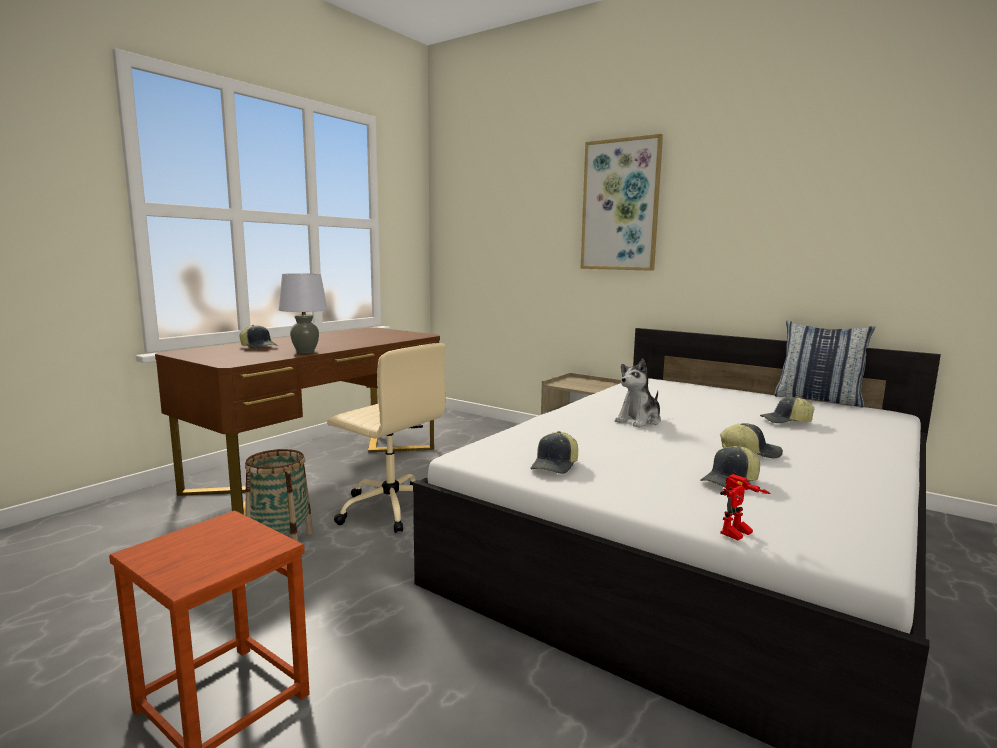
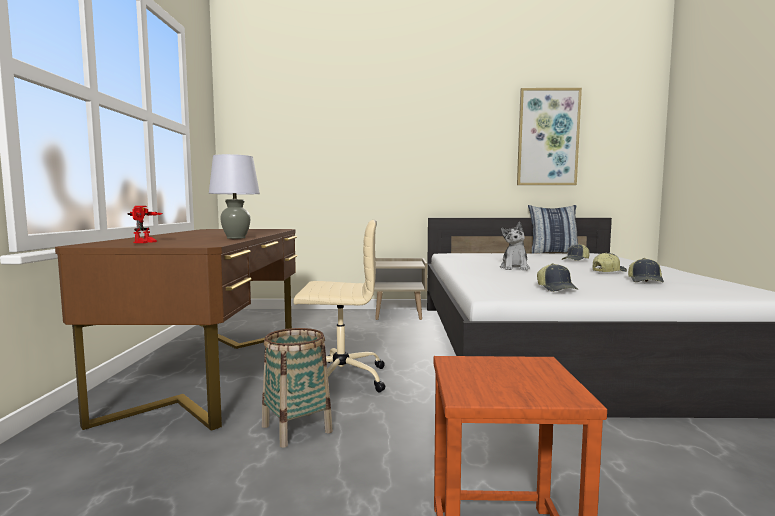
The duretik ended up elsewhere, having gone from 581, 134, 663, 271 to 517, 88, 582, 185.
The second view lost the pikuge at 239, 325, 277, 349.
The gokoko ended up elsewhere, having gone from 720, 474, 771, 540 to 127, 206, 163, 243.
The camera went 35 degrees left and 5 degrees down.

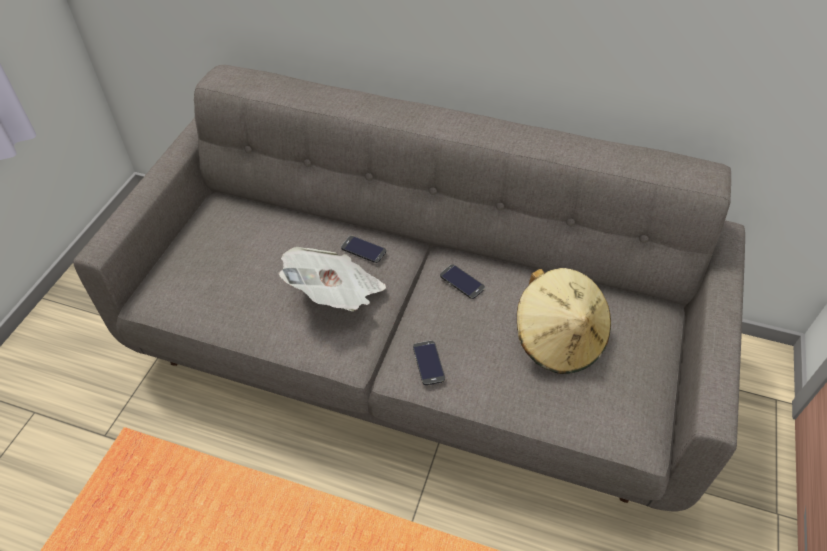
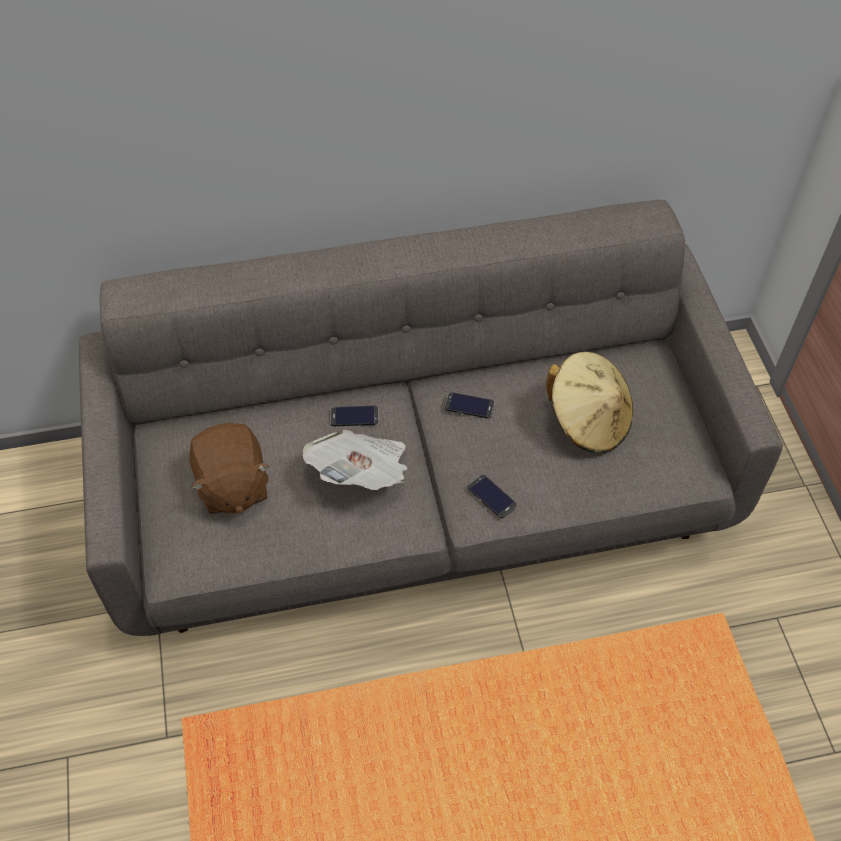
The second view gained the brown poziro at 189, 423, 270, 514.
The camera went 30 degrees left and 5 degrees up.

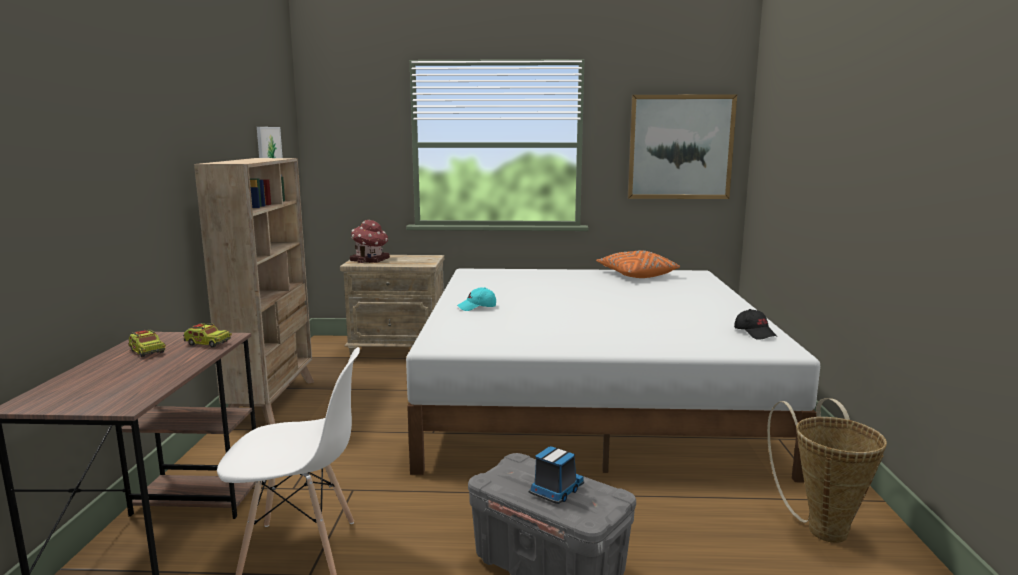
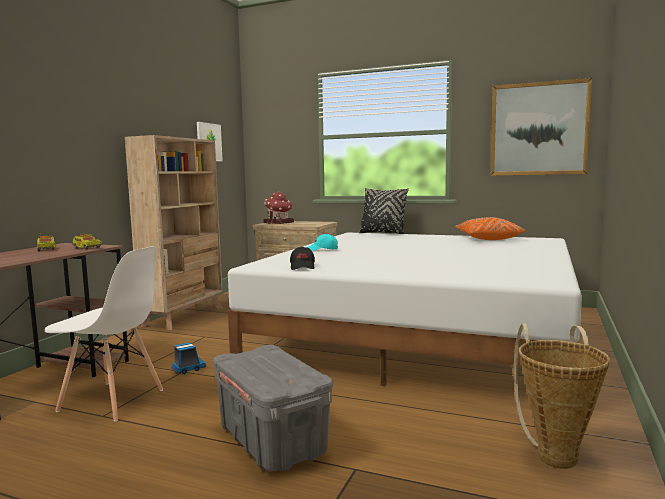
The black pikuge ended up elsewhere, having gone from 734, 309, 777, 340 to 290, 246, 315, 270.
The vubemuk ended up elsewhere, having gone from 529, 446, 584, 504 to 171, 343, 206, 374.
The second view gained the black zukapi at 359, 188, 409, 234.
The camera went 20 degrees right and 5 degrees down.

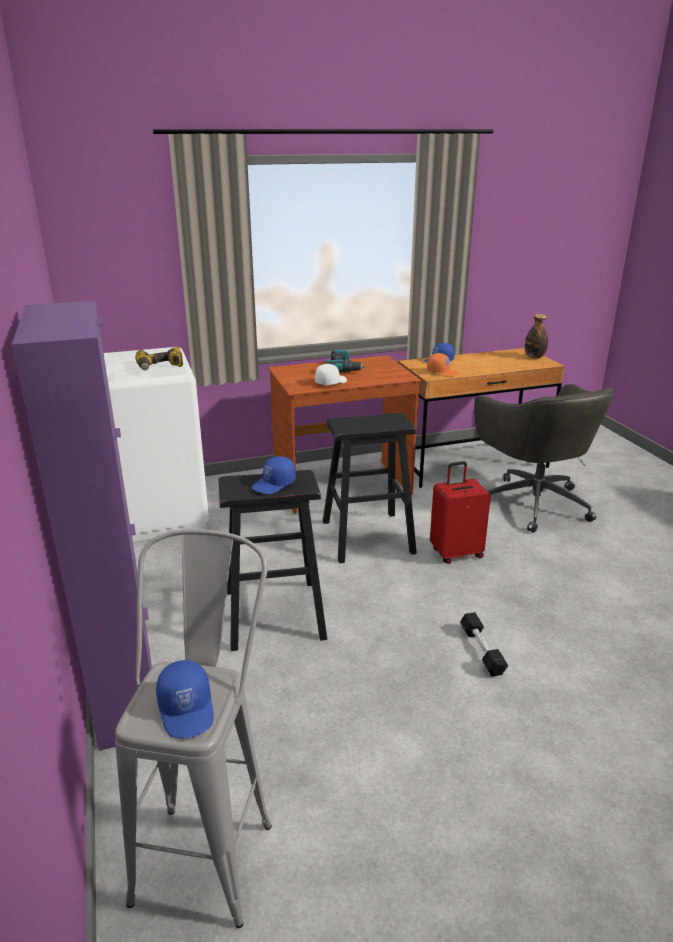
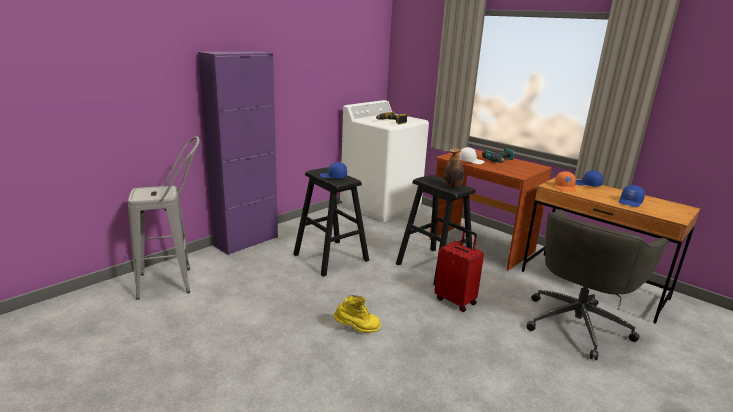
The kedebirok ended up elsewhere, having gone from 525, 314, 548, 358 to 444, 148, 464, 188.
Where the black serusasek stood at 460, 612, 508, 676, the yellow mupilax came to stand at 334, 295, 381, 333.
The blue pikuge ended up elsewhere, having gone from 156, 660, 214, 738 to 618, 185, 645, 207.
The camera went 60 degrees right and 5 degrees down.

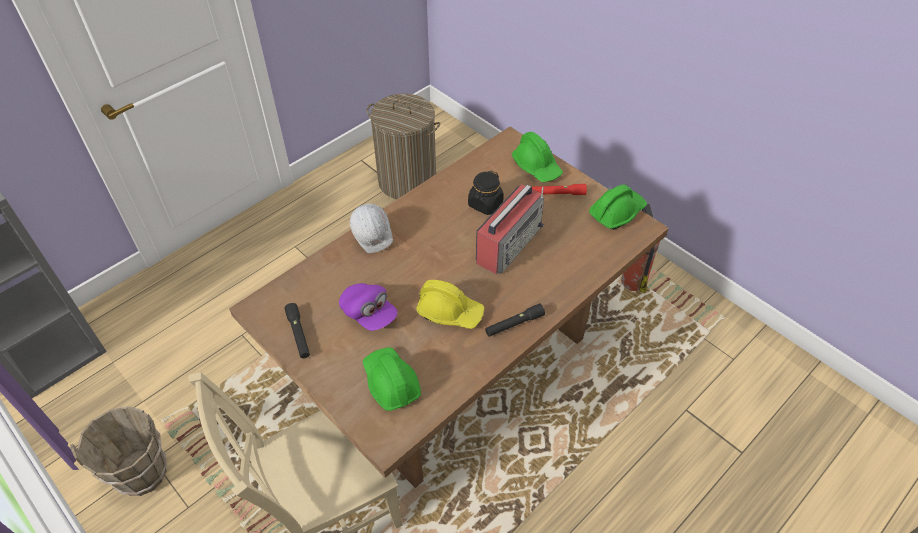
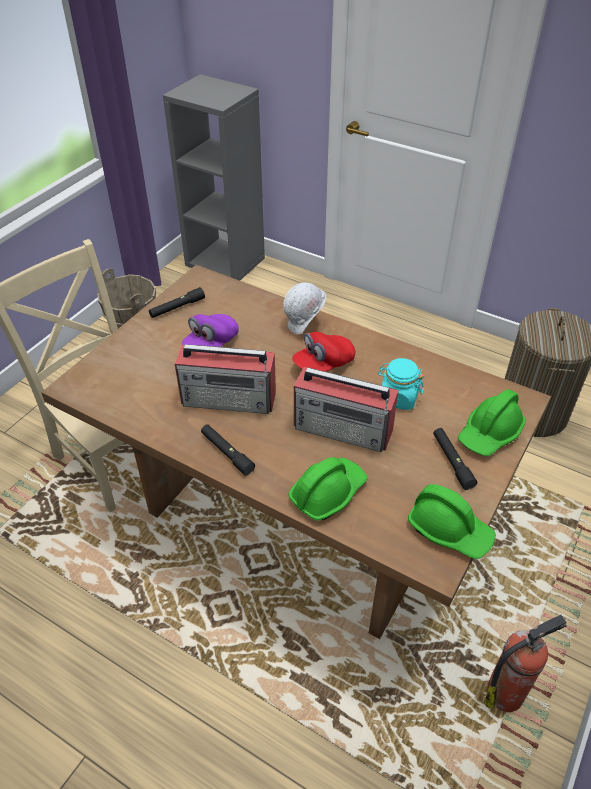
What was the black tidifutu at 468, 170, 504, 215 turned into the turquoise tidifutu at 378, 358, 424, 410.
What was the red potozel at 532, 184, 587, 195 turned into the black potozel at 433, 428, 477, 490.
Where the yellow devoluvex stood at 416, 280, 484, 329, the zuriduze came to stand at 175, 344, 276, 414.
The green devoluvex ended up elsewhere, having gone from 363, 347, 421, 411 to 288, 457, 367, 521.
The second view gained the red pikuge at 292, 332, 355, 372.
The camera went 75 degrees right and 5 degrees down.

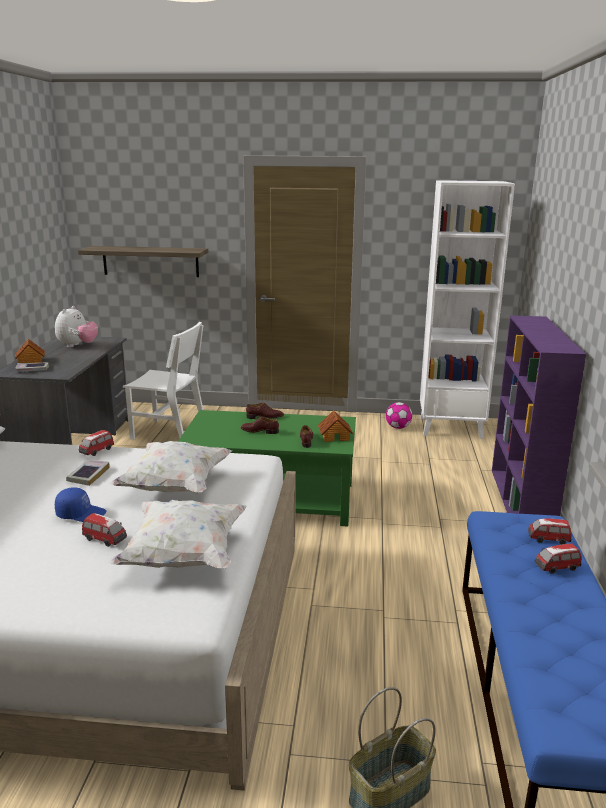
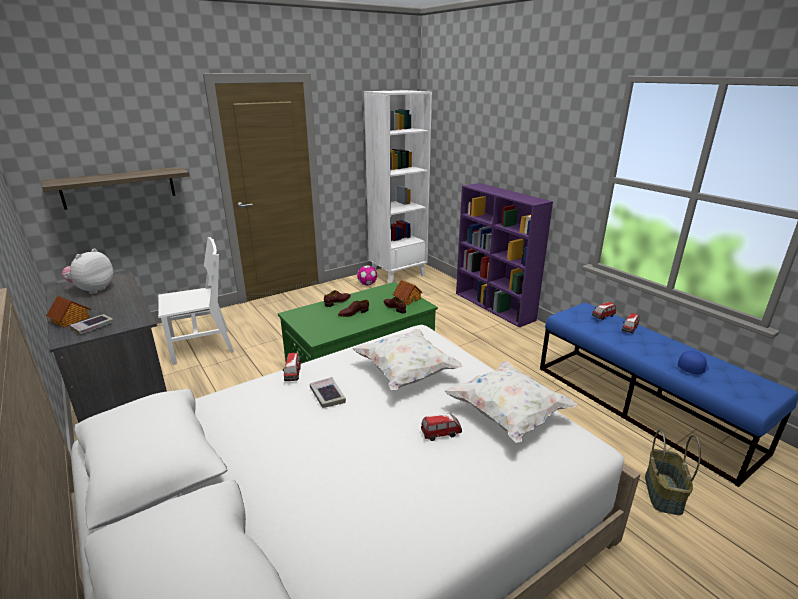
The poziro at 55, 306, 98, 348 ended up facing another way, 135 degrees counterclockwise from before.
The blue pikuge ended up elsewhere, having gone from 55, 487, 106, 522 to 678, 351, 709, 374.
The camera went 40 degrees left and 5 degrees up.

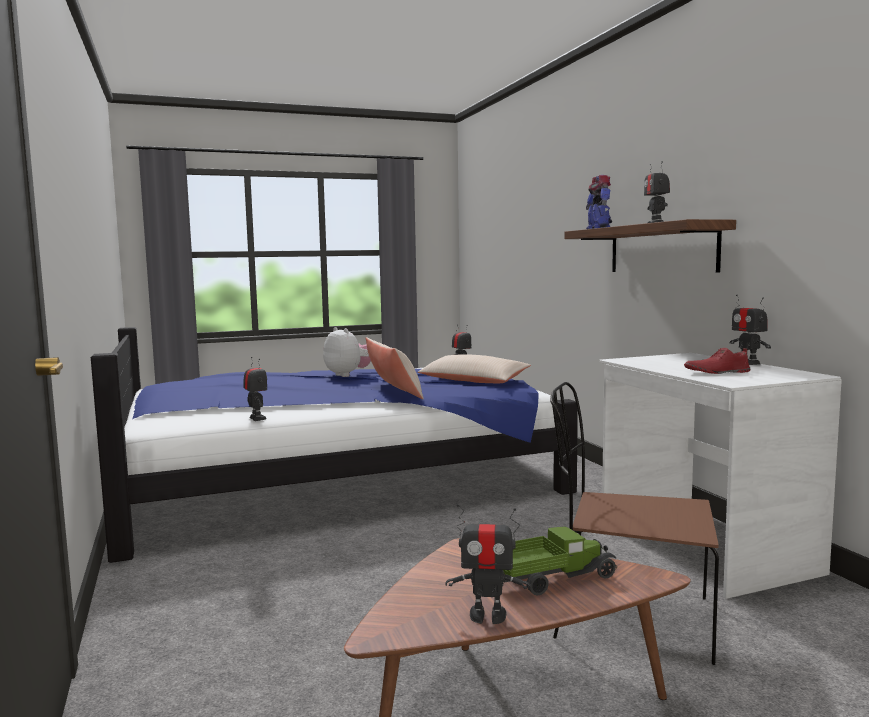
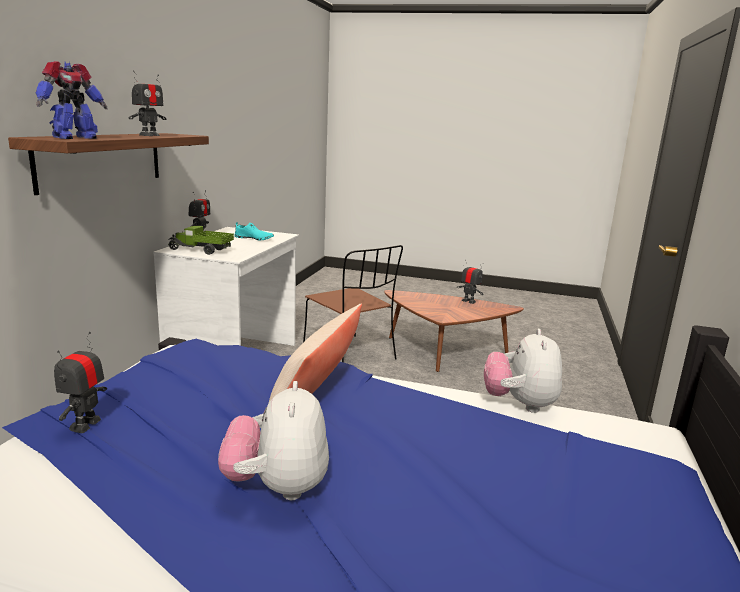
What was the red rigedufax at 684, 348, 751, 374 turned into the turquoise rigedufax at 234, 222, 274, 240.
The second view lost the beige zukapi at 418, 354, 531, 383.
Where the gokoko stood at 243, 357, 267, 421, the poziro came to stand at 484, 329, 562, 413.
The vubemuk ended up elsewhere, having gone from 504, 527, 617, 596 to 168, 226, 234, 255.
The camera went 145 degrees left and 10 degrees up.

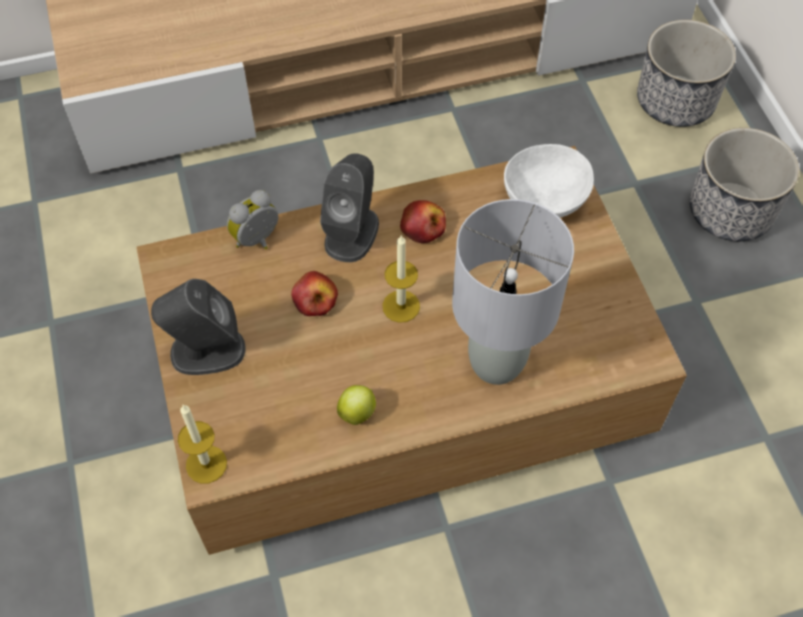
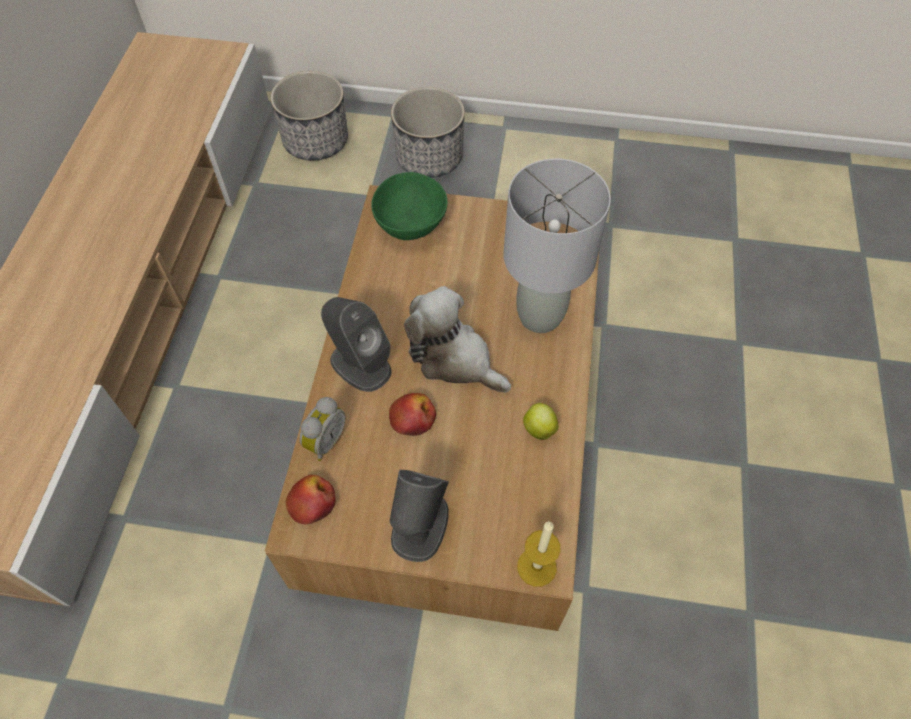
What was the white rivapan at 504, 144, 594, 218 turned into the green rivapan at 371, 172, 447, 240.
The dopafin at 227, 190, 278, 250 ended up facing another way, 135 degrees counterclockwise from before.
The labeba ended up elsewhere, having gone from 400, 200, 446, 243 to 286, 475, 336, 524.
Where the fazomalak stood at 382, 236, 420, 323, the poziro came to stand at 404, 286, 511, 393.
The camera went 65 degrees left and 0 degrees up.

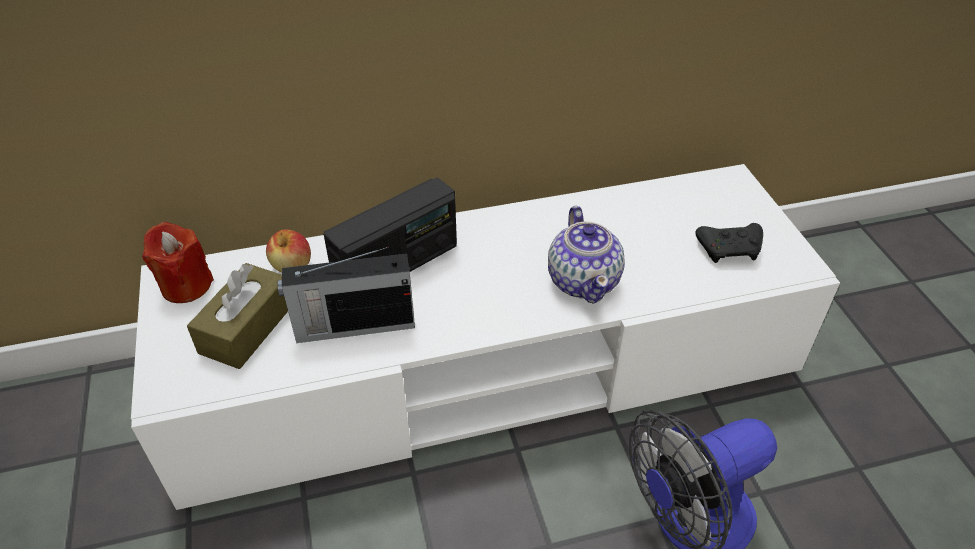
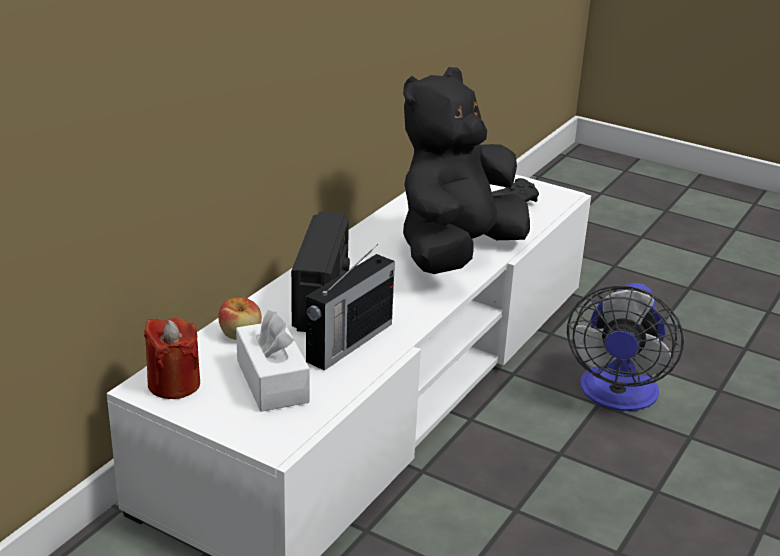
Where the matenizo stood at 548, 206, 625, 304, the black poziro came to stand at 403, 67, 530, 274.
What was the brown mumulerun at 187, 263, 288, 369 turned into the white mumulerun at 236, 310, 310, 412.
The camera went 45 degrees left and 15 degrees down.

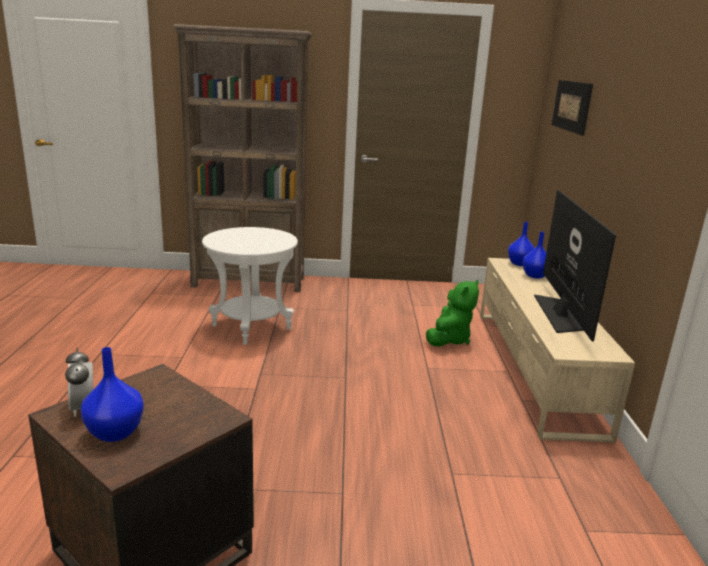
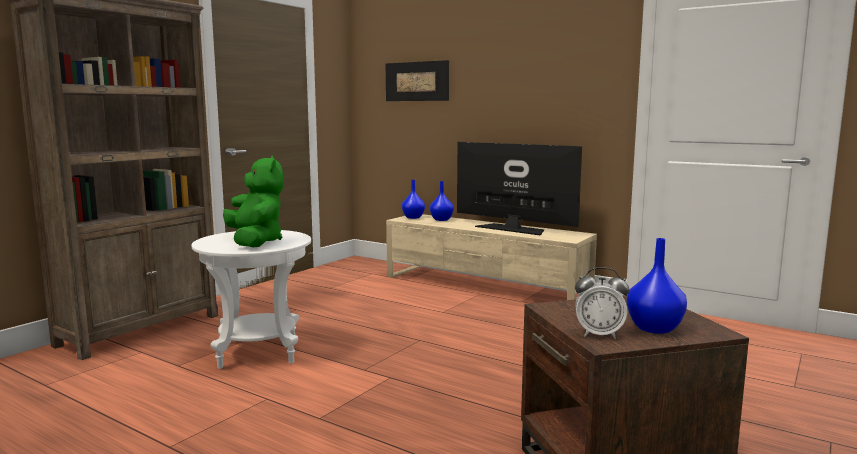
The green poziro ended up elsewhere, having gone from 426, 280, 479, 347 to 223, 156, 284, 247.
The camera went 55 degrees left and 10 degrees down.

